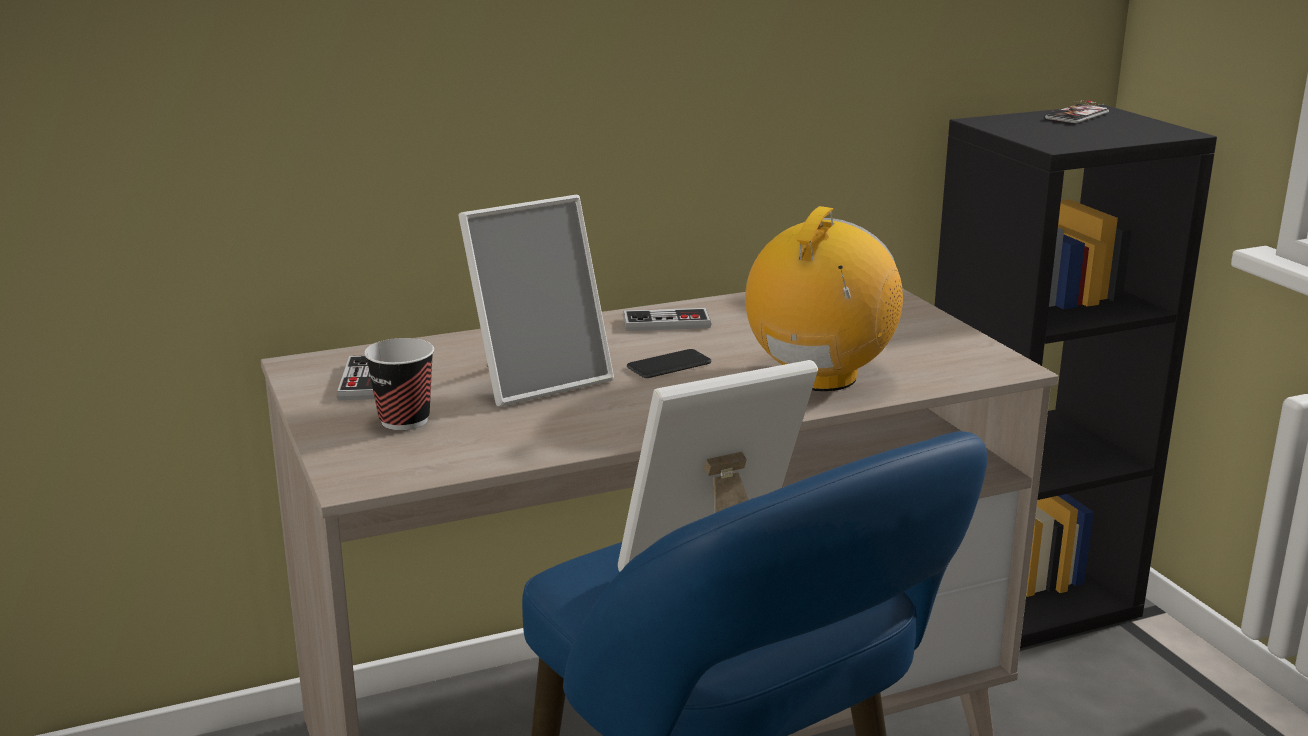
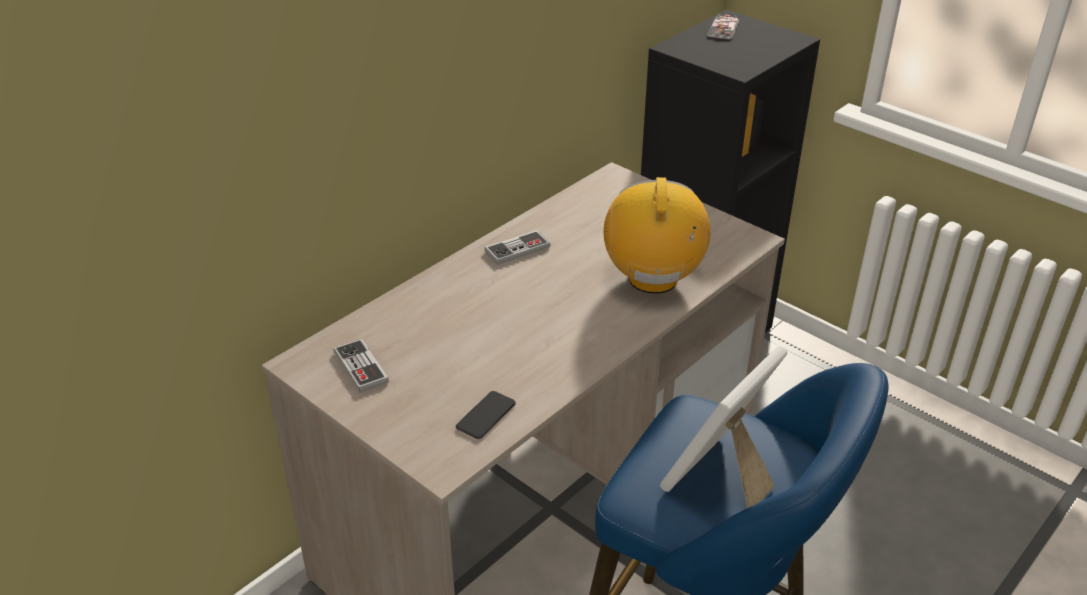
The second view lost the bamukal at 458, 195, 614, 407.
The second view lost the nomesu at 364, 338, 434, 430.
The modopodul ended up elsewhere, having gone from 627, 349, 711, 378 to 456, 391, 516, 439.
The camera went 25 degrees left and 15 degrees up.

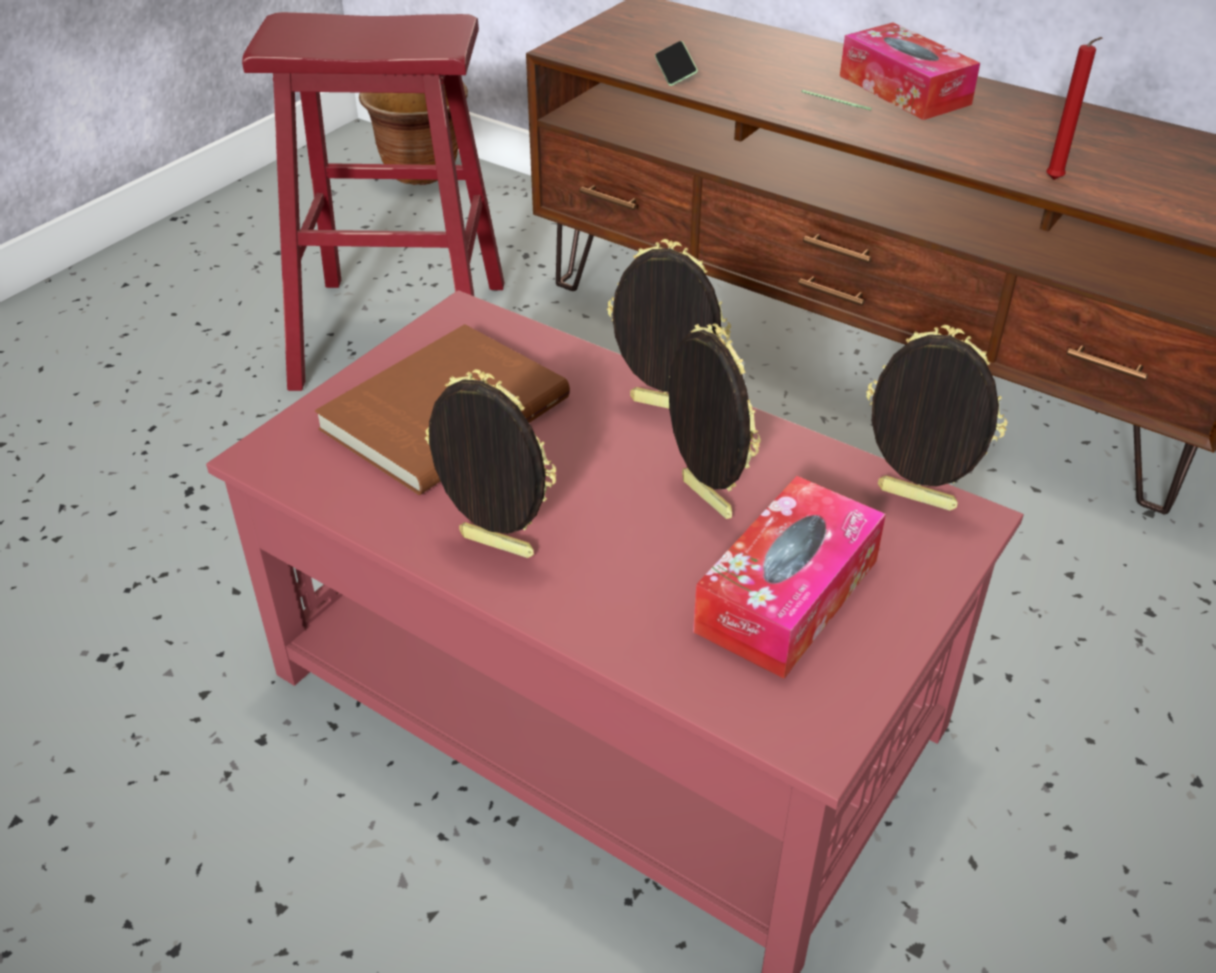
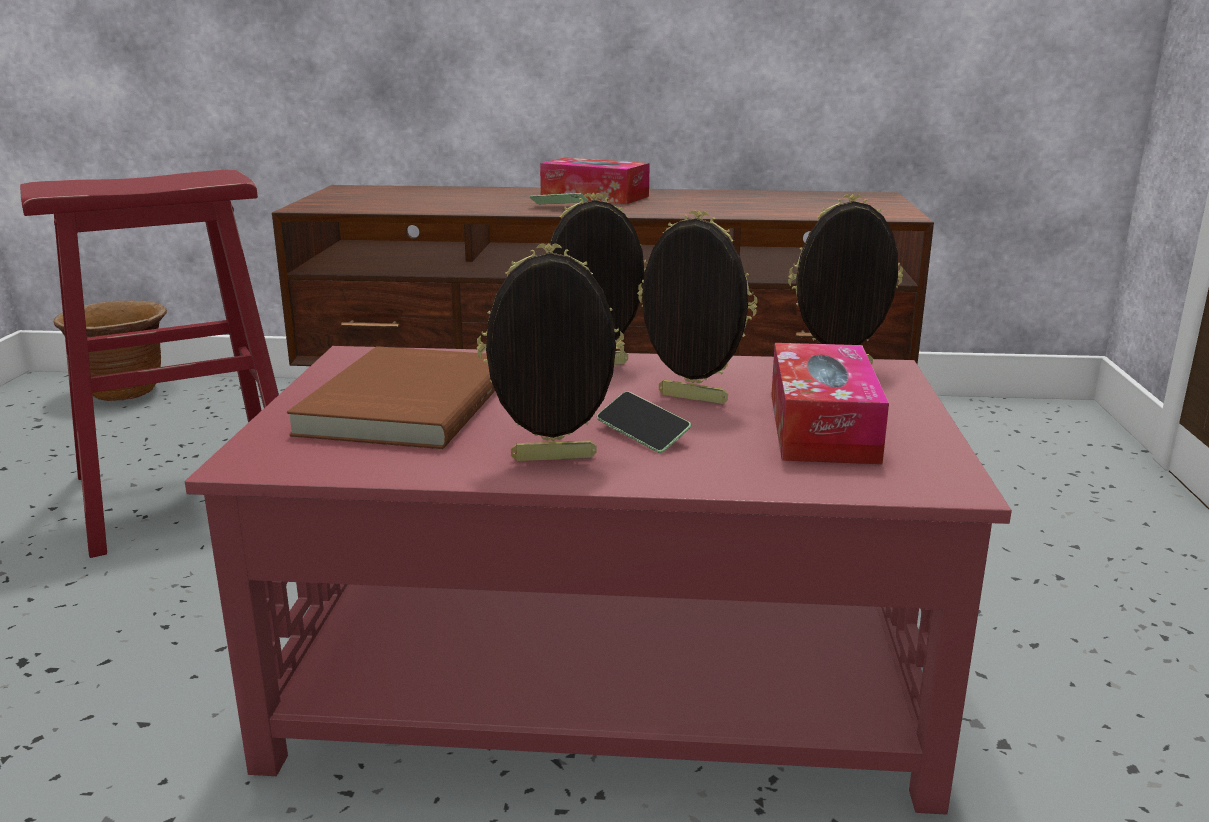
The second view lost the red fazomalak at 1046, 37, 1102, 179.
The modopodul ended up elsewhere, having gone from 655, 41, 698, 86 to 597, 391, 691, 453.
The camera went 30 degrees left and 20 degrees down.

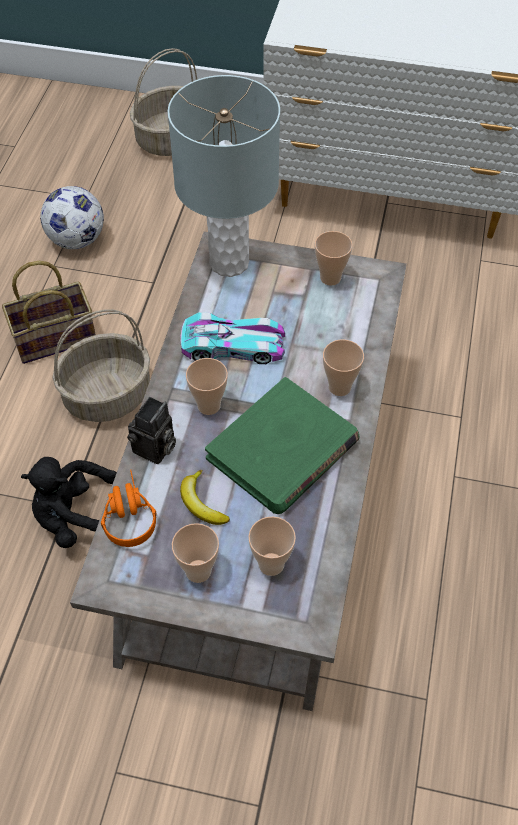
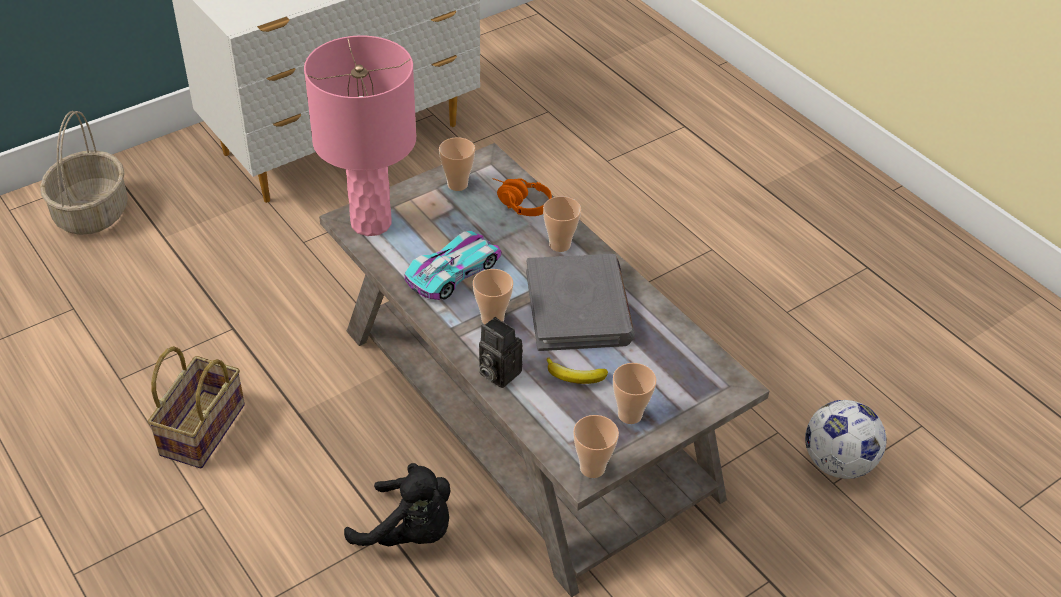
What was the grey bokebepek at 167, 75, 280, 277 turned into the pink bokebepek at 304, 36, 416, 236.
The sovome ended up elsewhere, having gone from 40, 186, 104, 249 to 805, 400, 887, 479.
The second view lost the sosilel at 52, 309, 150, 422.
What was the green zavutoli at 205, 377, 360, 514 turned into the grey zavutoli at 526, 254, 635, 351.
The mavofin at 127, 397, 176, 464 ended up facing another way, 150 degrees clockwise from before.
The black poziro at 21, 457, 117, 548 ended up facing another way, 90 degrees counterclockwise from before.
The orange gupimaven ended up elsewhere, having gone from 101, 470, 156, 547 to 492, 178, 552, 216.
The nomesu ended up elsewhere, having gone from 248, 516, 296, 576 to 573, 415, 619, 478.
The camera went 50 degrees left and 10 degrees down.

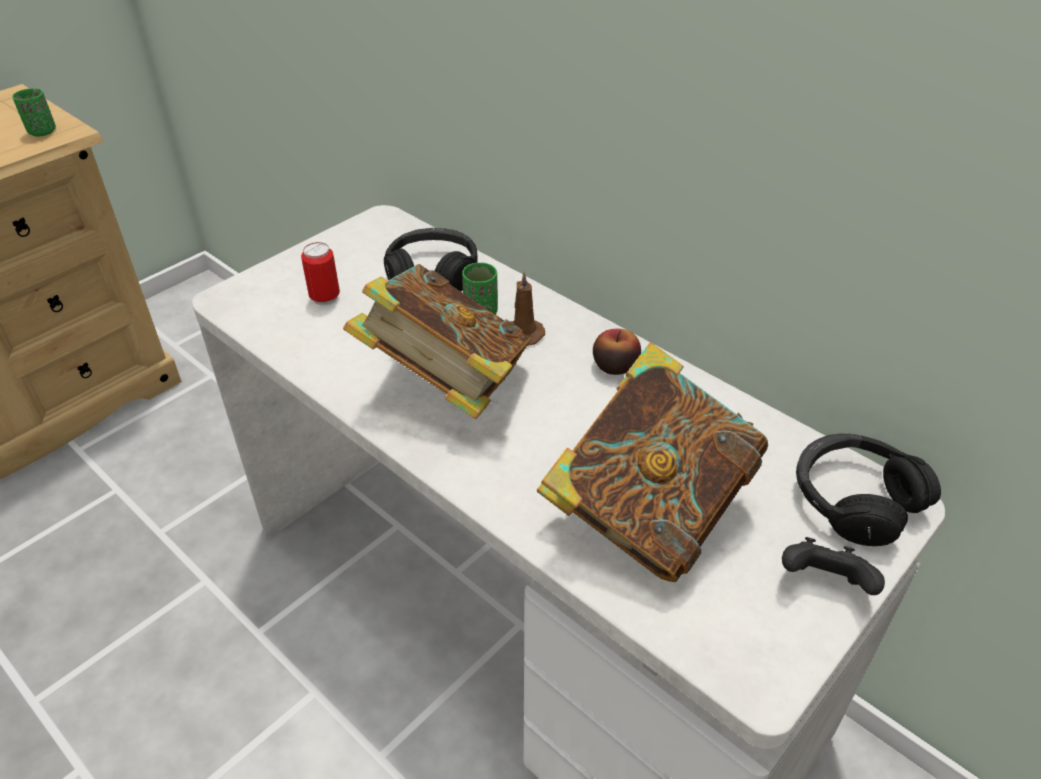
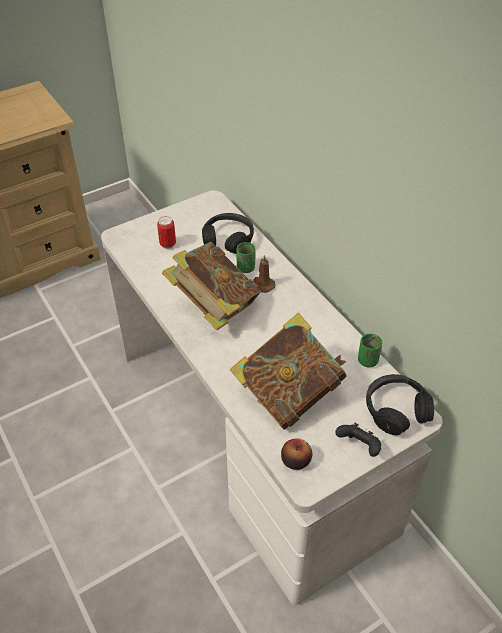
The green nomesu ended up elsewhere, having gone from 12, 88, 56, 137 to 358, 333, 382, 367.
The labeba ended up elsewhere, having gone from 593, 329, 641, 375 to 281, 438, 312, 470.
The camera went 15 degrees right and 5 degrees up.

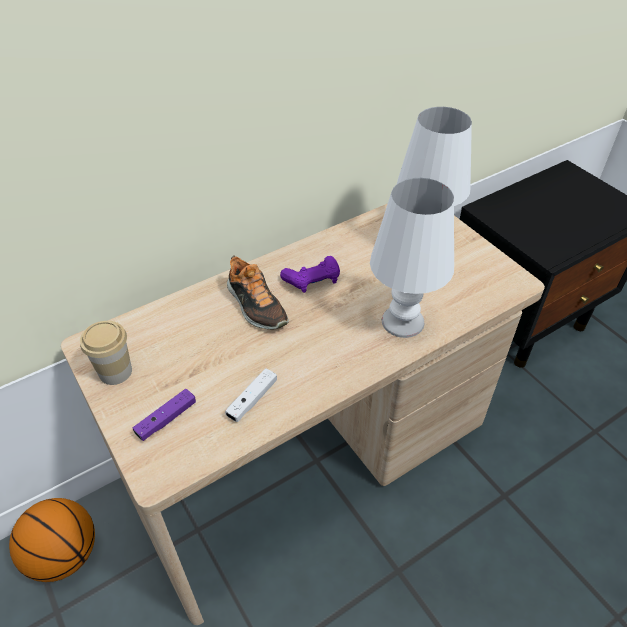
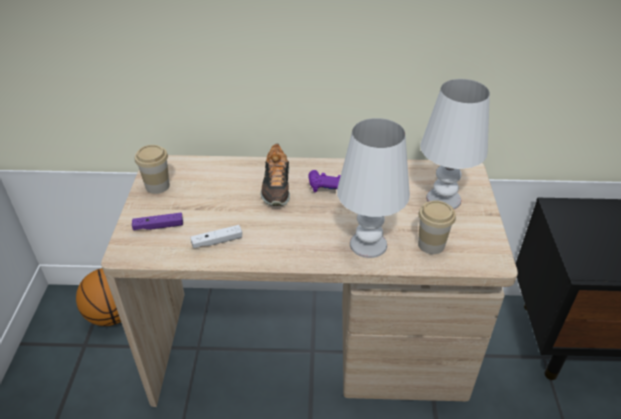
The second view gained the nomesu at 418, 201, 456, 254.
The camera went 35 degrees right and 5 degrees down.

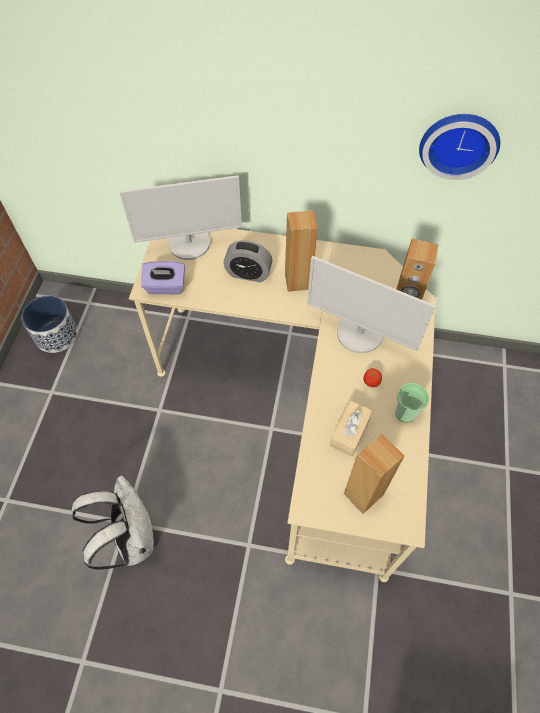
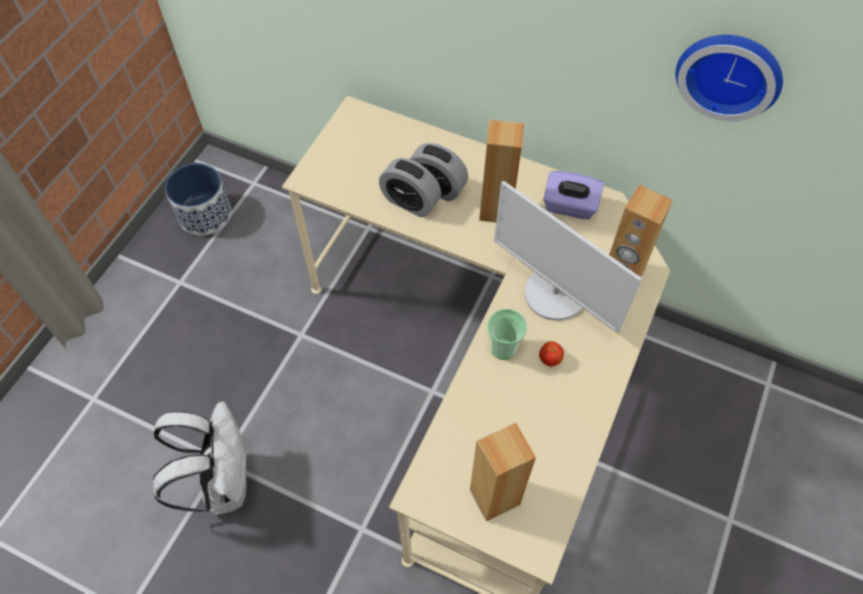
The second view lost the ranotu at 119, 175, 242, 260.
The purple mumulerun ended up elsewhere, having gone from 141, 261, 185, 294 to 543, 171, 604, 220.
The nomesu ended up elsewhere, having gone from 395, 383, 429, 423 to 487, 309, 527, 360.
The second view lost the beige mumulerun at 330, 401, 373, 456.
The second view gained the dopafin at 379, 158, 441, 217.
The camera went 15 degrees right and 0 degrees up.

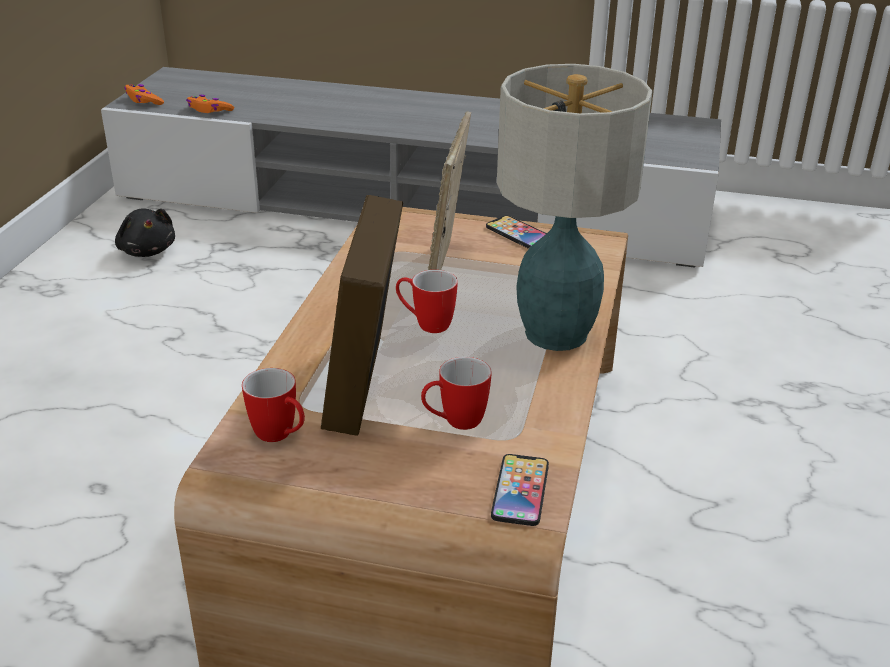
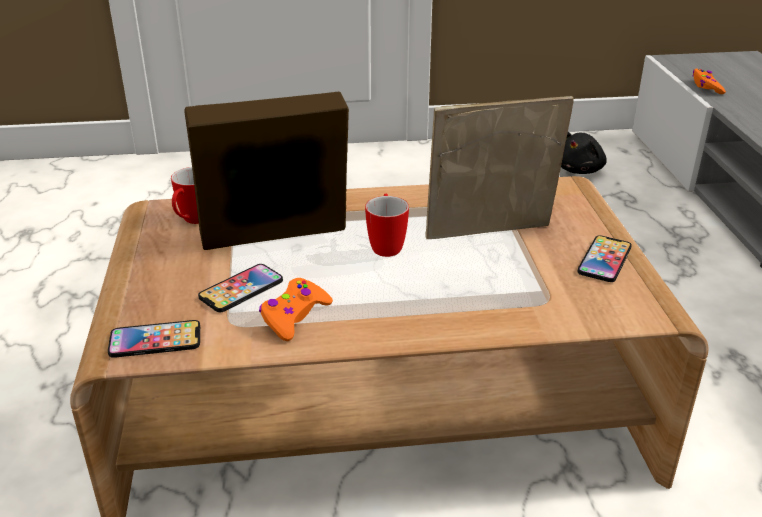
The second view lost the bokebepek at 497, 64, 652, 351.
The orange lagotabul ended up elsewhere, having gone from 125, 84, 164, 105 to 259, 278, 333, 341.
Where the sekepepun stood at 421, 357, 492, 430, the modopodul came to stand at 198, 264, 283, 312.
The camera went 70 degrees right and 0 degrees up.

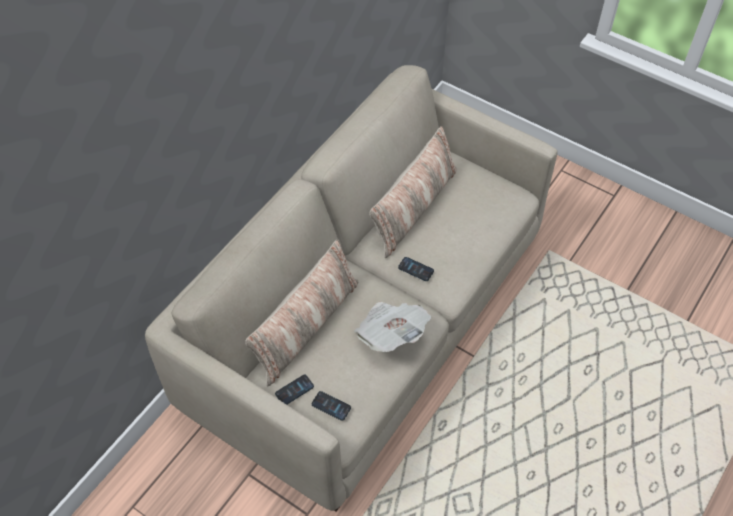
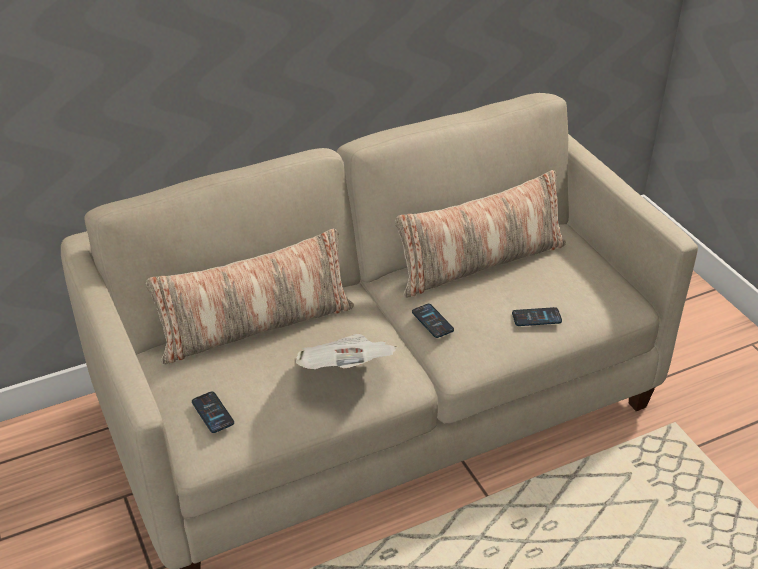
The modopodul ended up elsewhere, having gone from 275, 375, 314, 405 to 512, 307, 562, 326.
The camera went 30 degrees right and 15 degrees down.

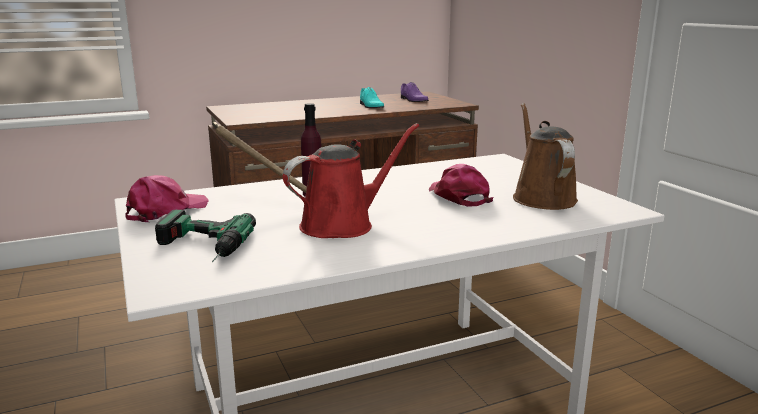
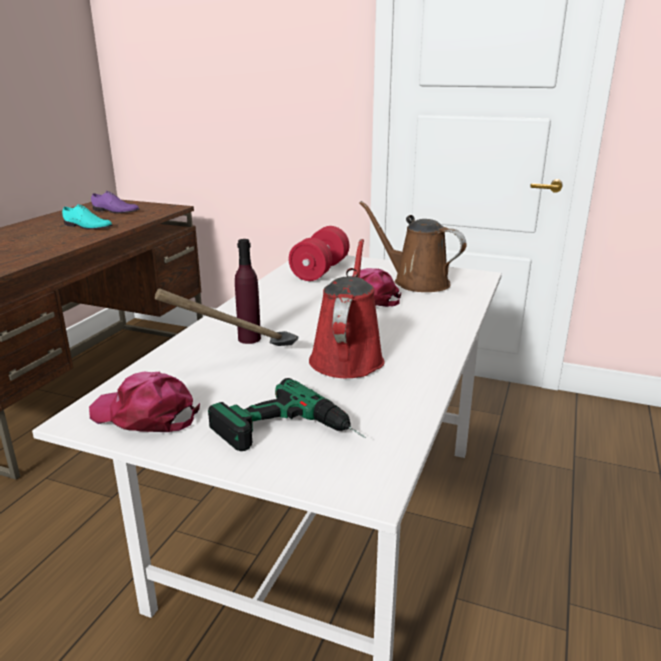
The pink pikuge at 125, 175, 209, 222 ended up facing another way, 60 degrees counterclockwise from before.
The second view gained the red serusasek at 289, 226, 349, 281.
The camera went 45 degrees left and 5 degrees up.

